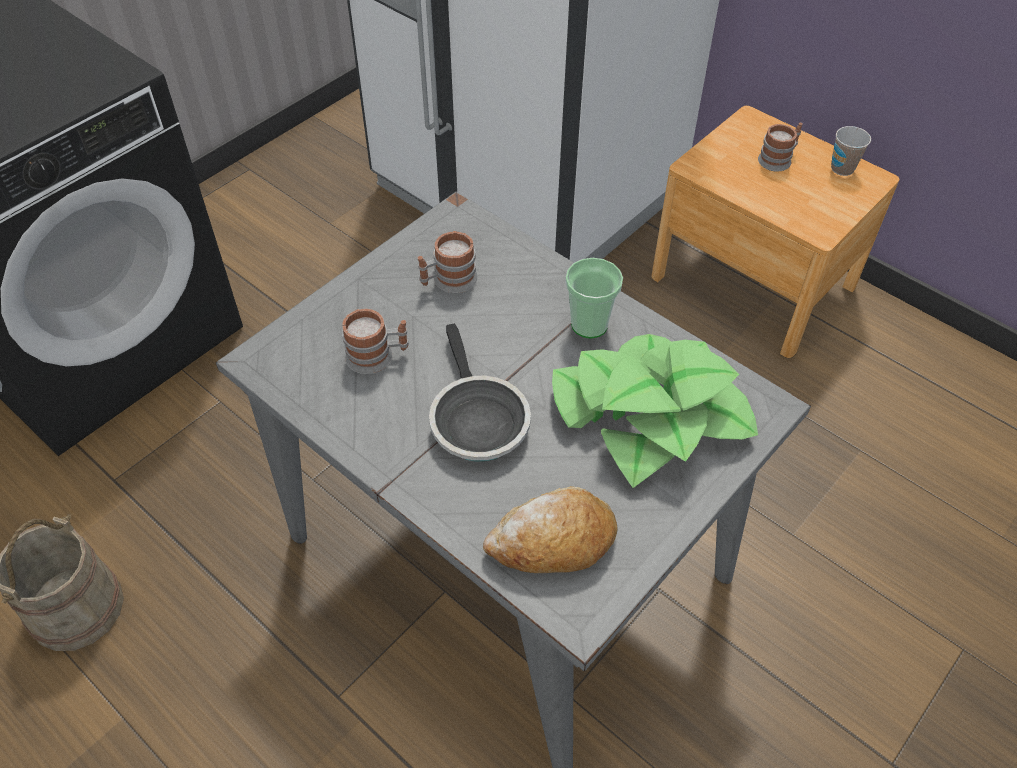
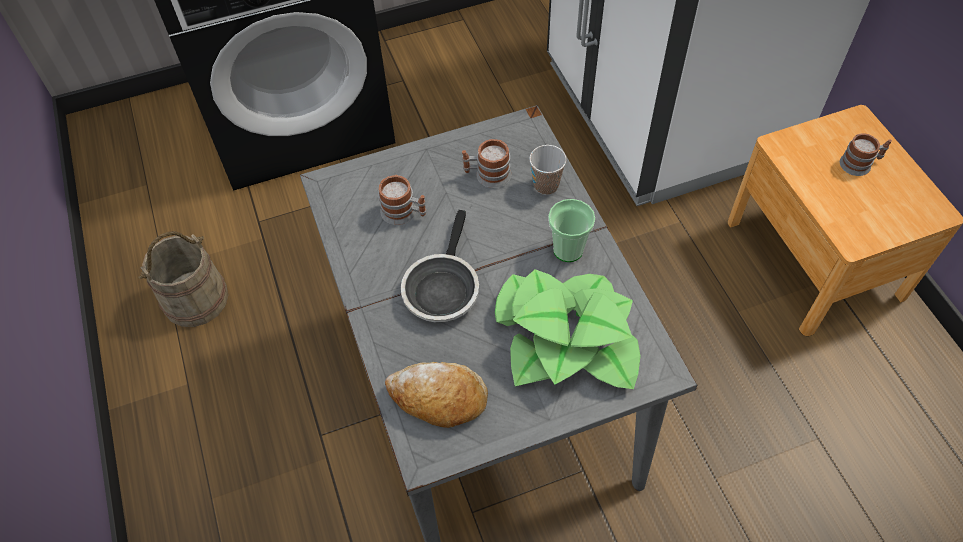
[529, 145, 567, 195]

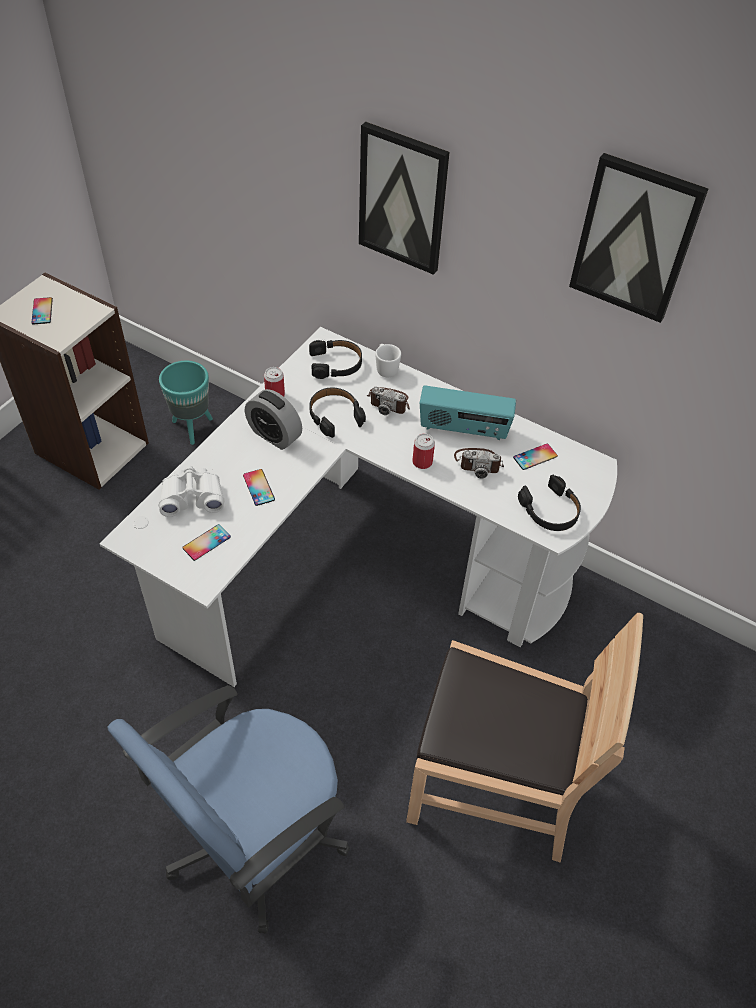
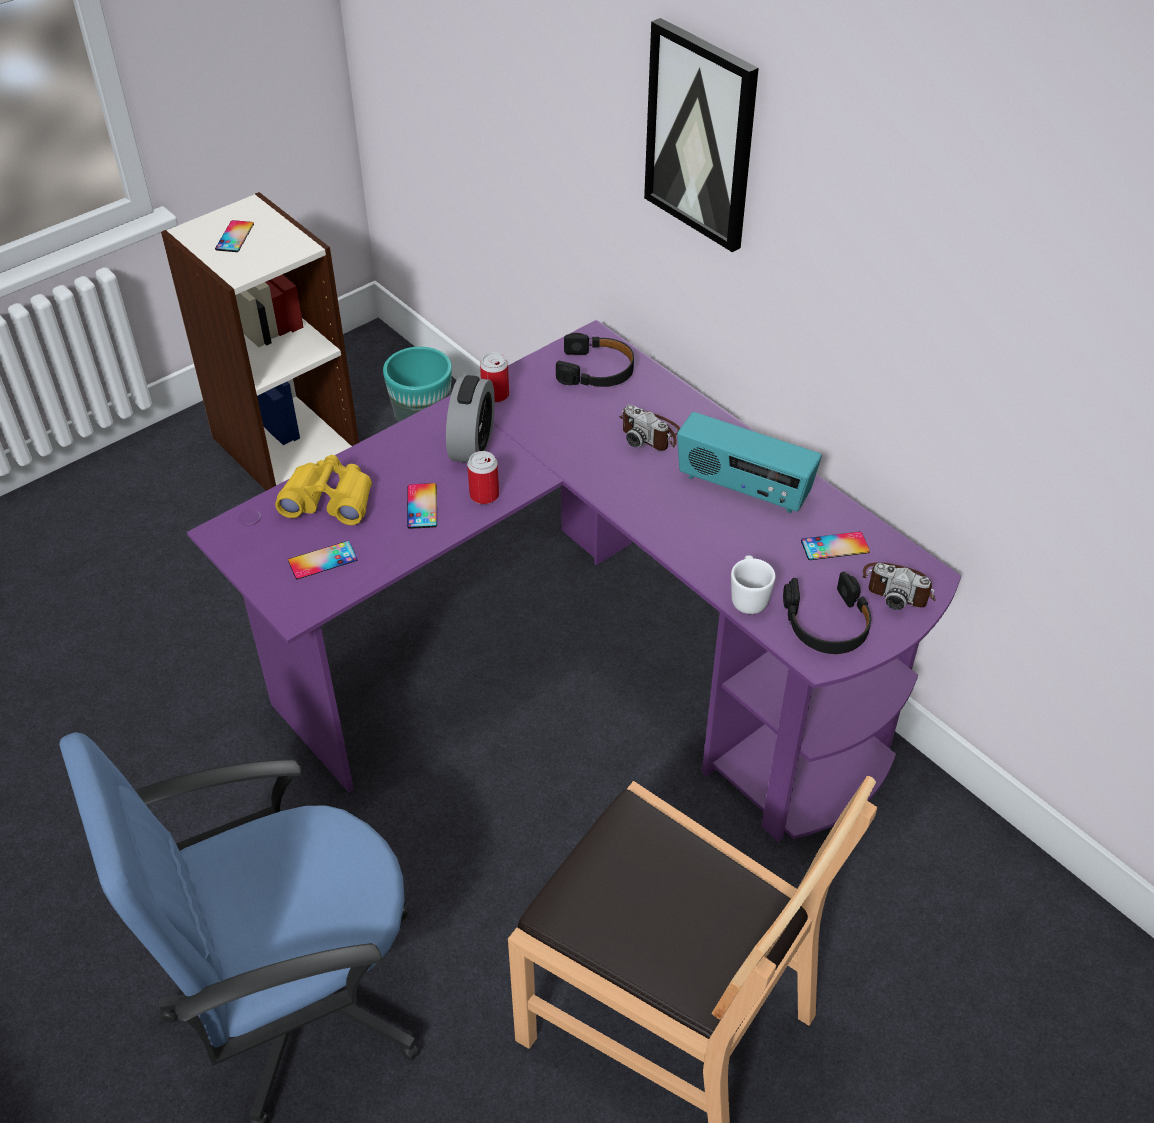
[187, 320, 961, 842]
[275, 455, 372, 525]
[446, 375, 495, 463]
[309, 388, 366, 438] (first image)
[731, 555, 776, 614]
[467, 451, 499, 504]
[862, 562, 935, 610]
[569, 153, 708, 323] (first image)

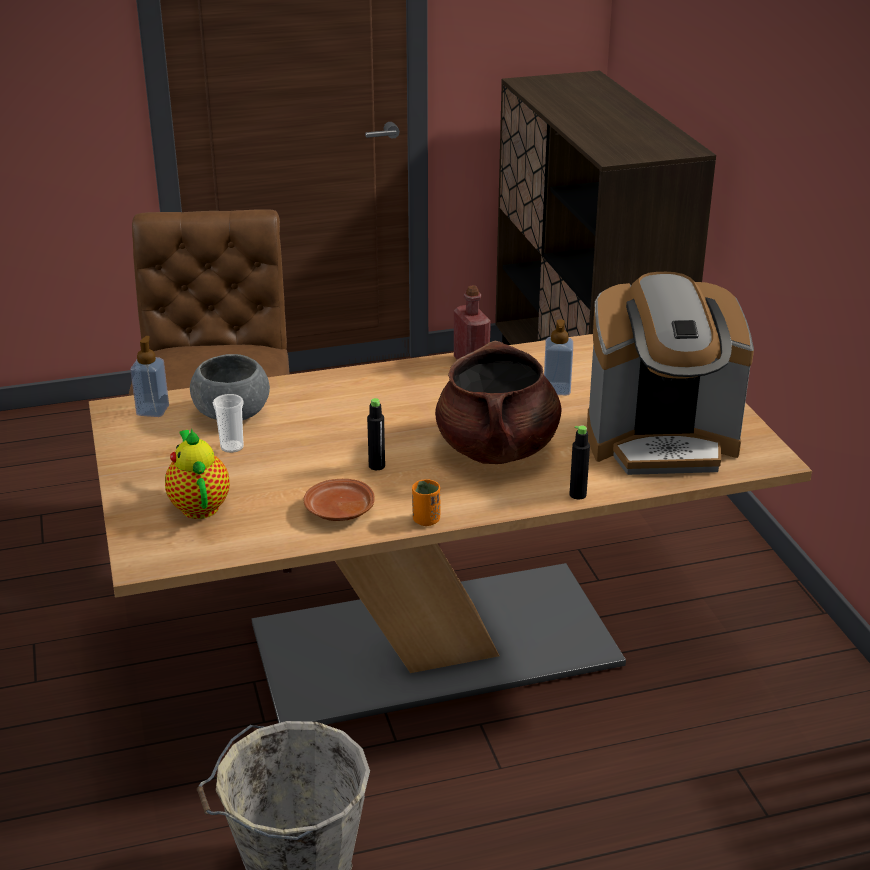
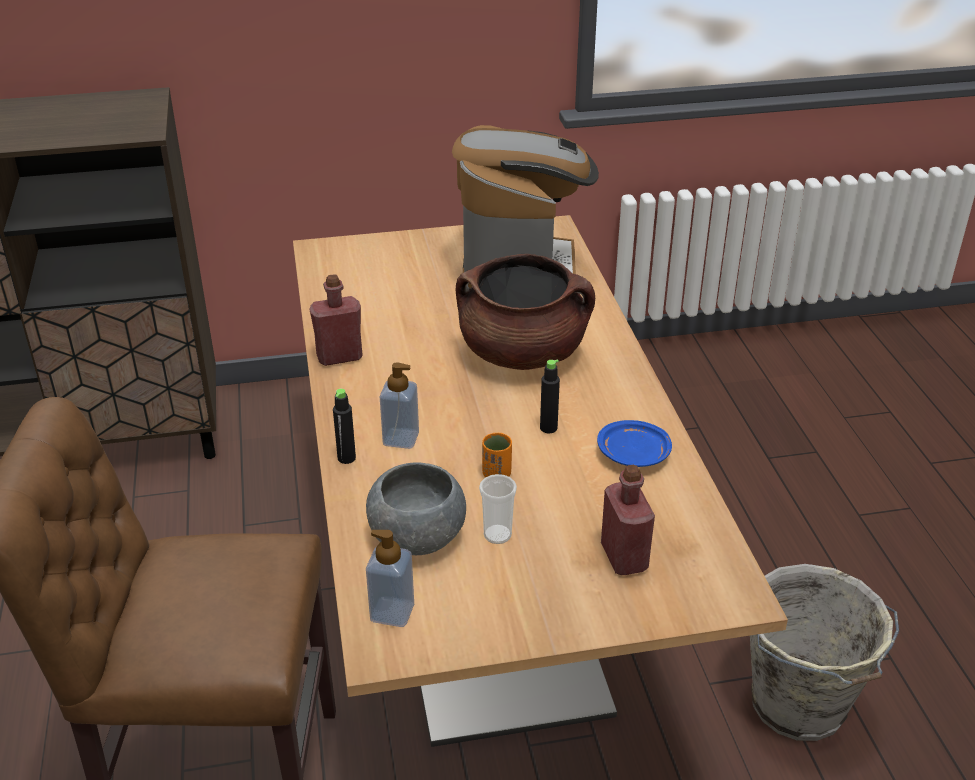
[601, 465, 655, 575]
[597, 420, 672, 467]
[482, 433, 512, 477]
[380, 362, 419, 449]
[333, 389, 356, 464]

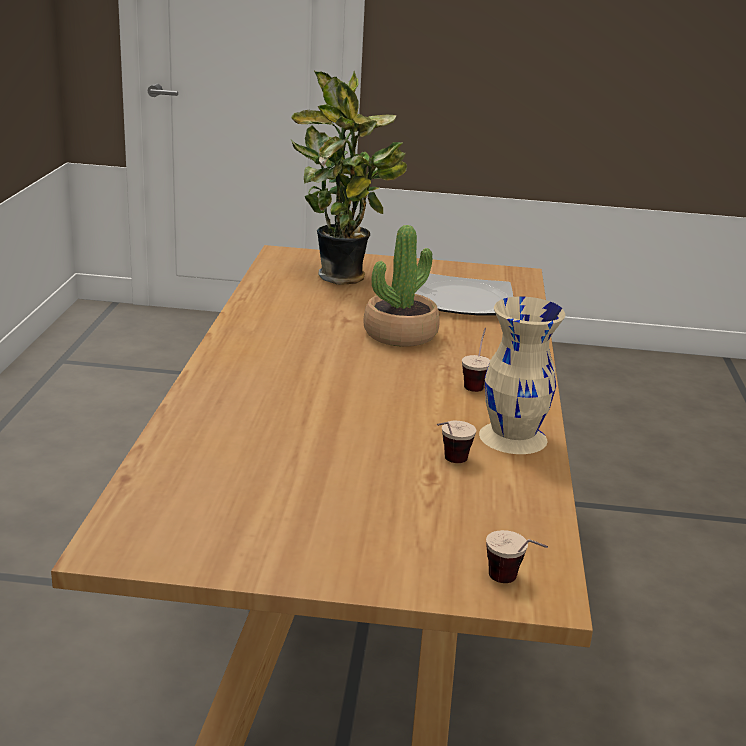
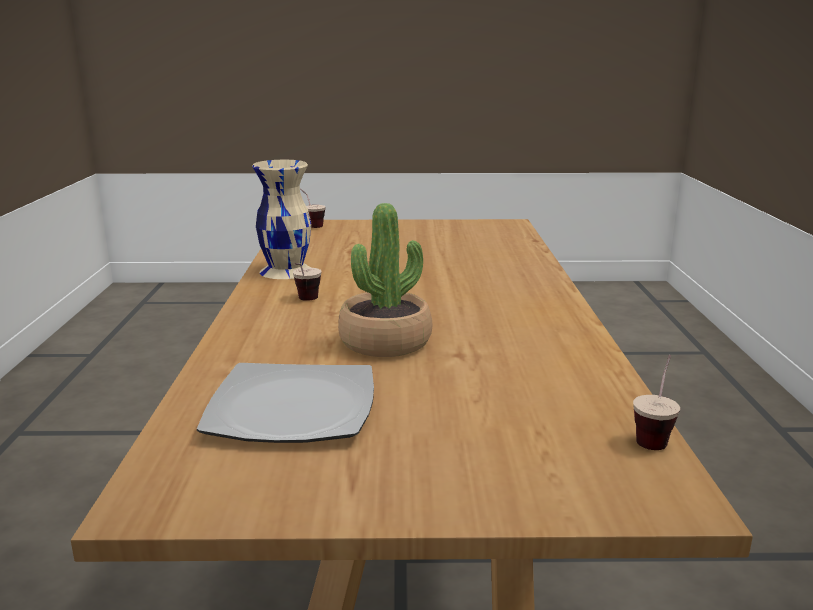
[291, 70, 407, 285] (first image)
[633, 355, 680, 450]

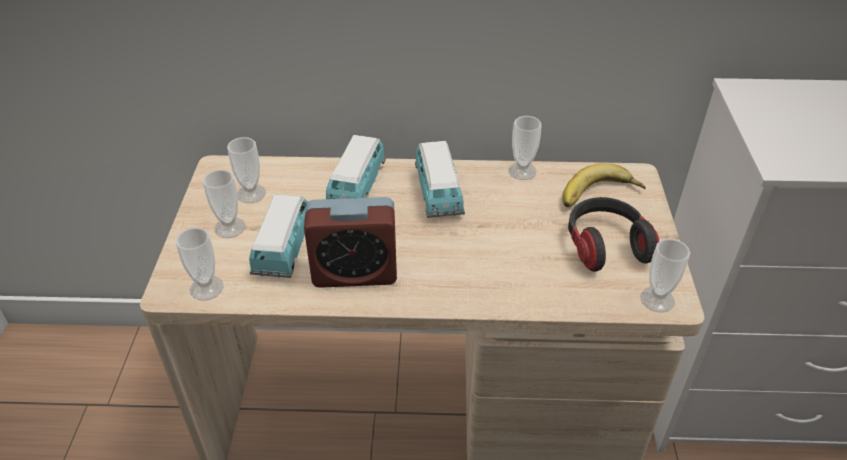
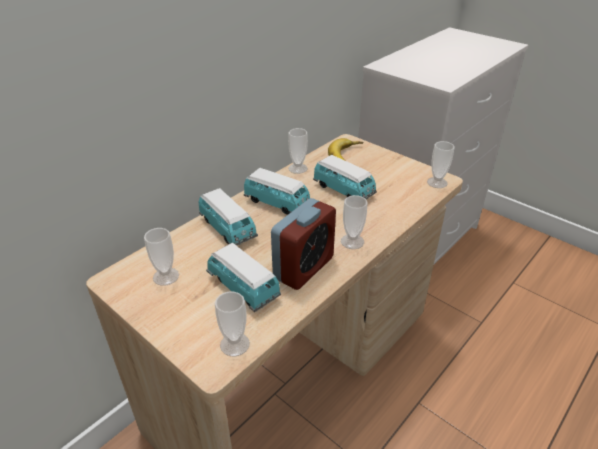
[341, 195, 367, 249]
[568, 197, 659, 272] (first image)
[313, 155, 377, 199]

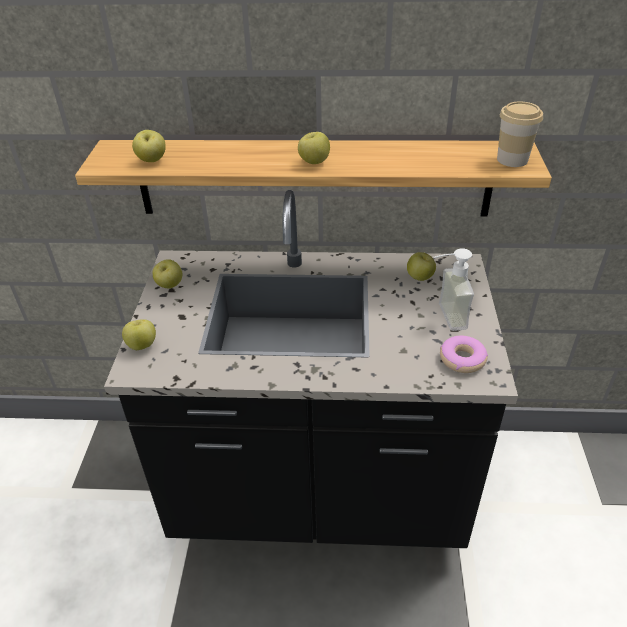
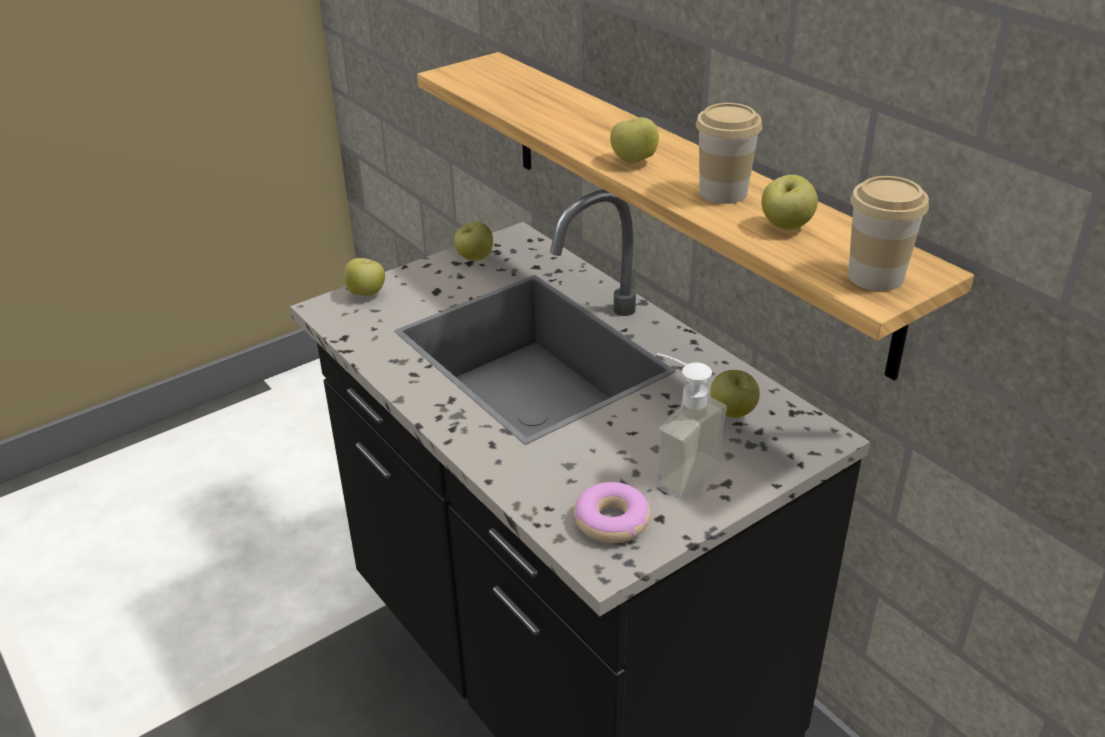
[762, 175, 818, 230]
[696, 103, 762, 204]

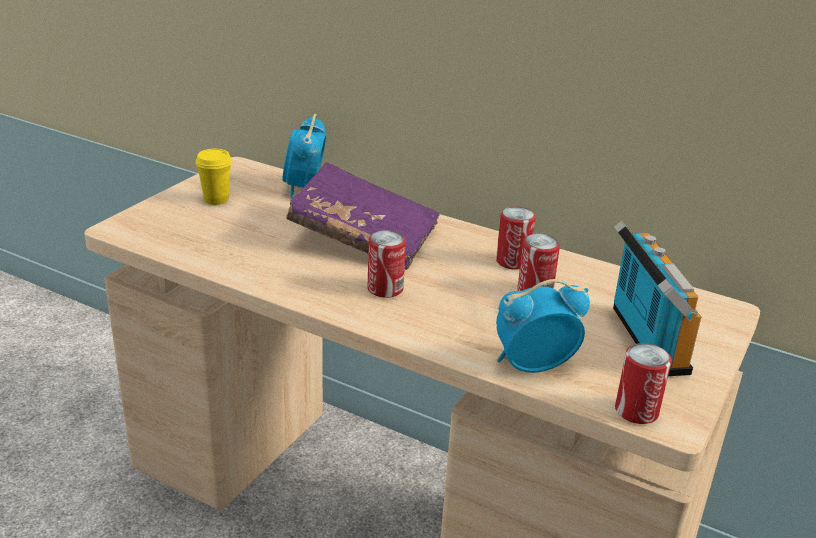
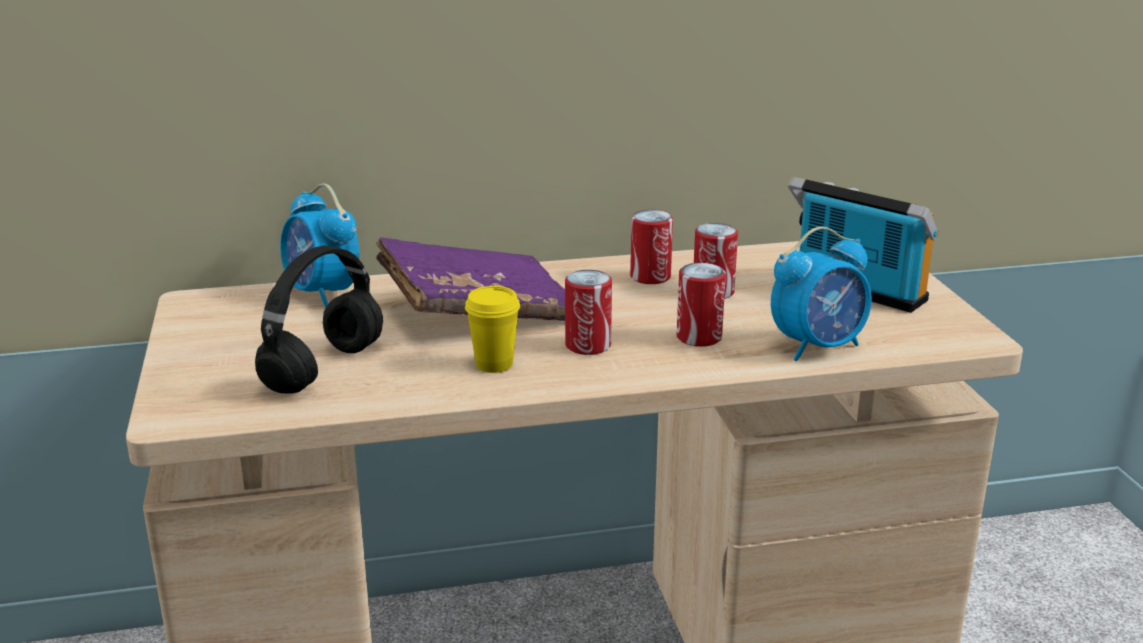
[465, 286, 520, 373]
[771, 227, 872, 361]
[677, 263, 726, 347]
[255, 246, 383, 394]

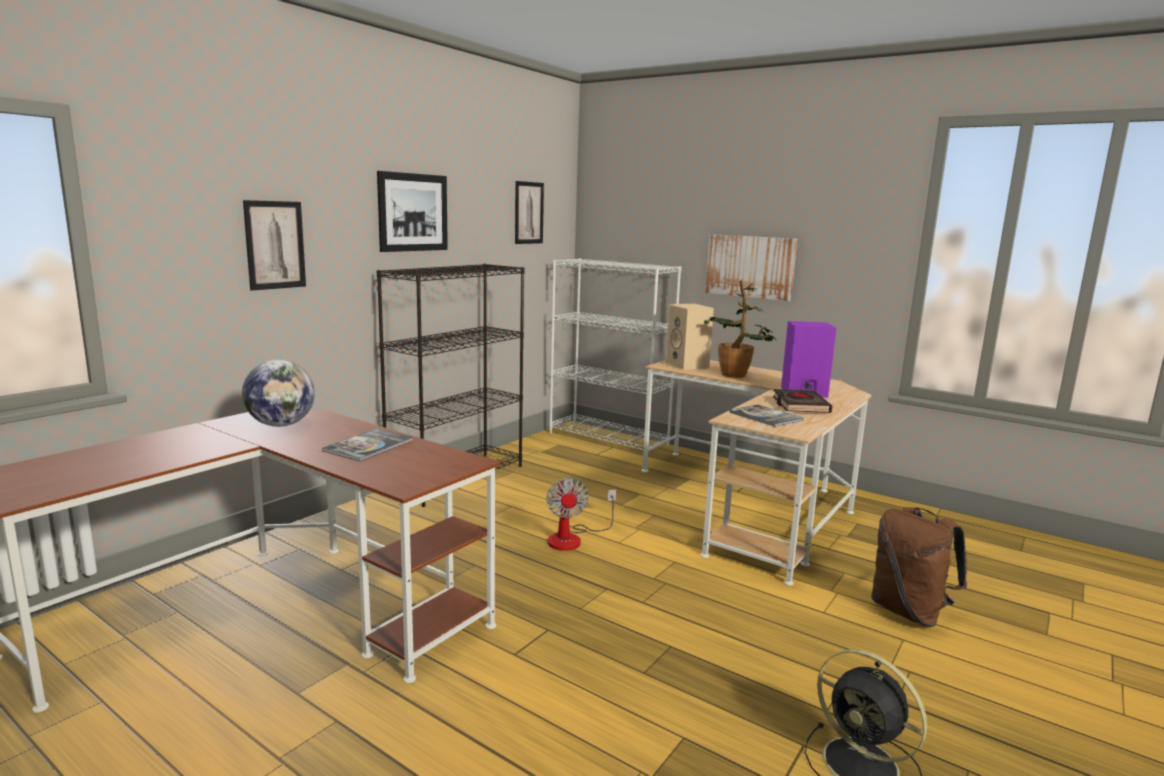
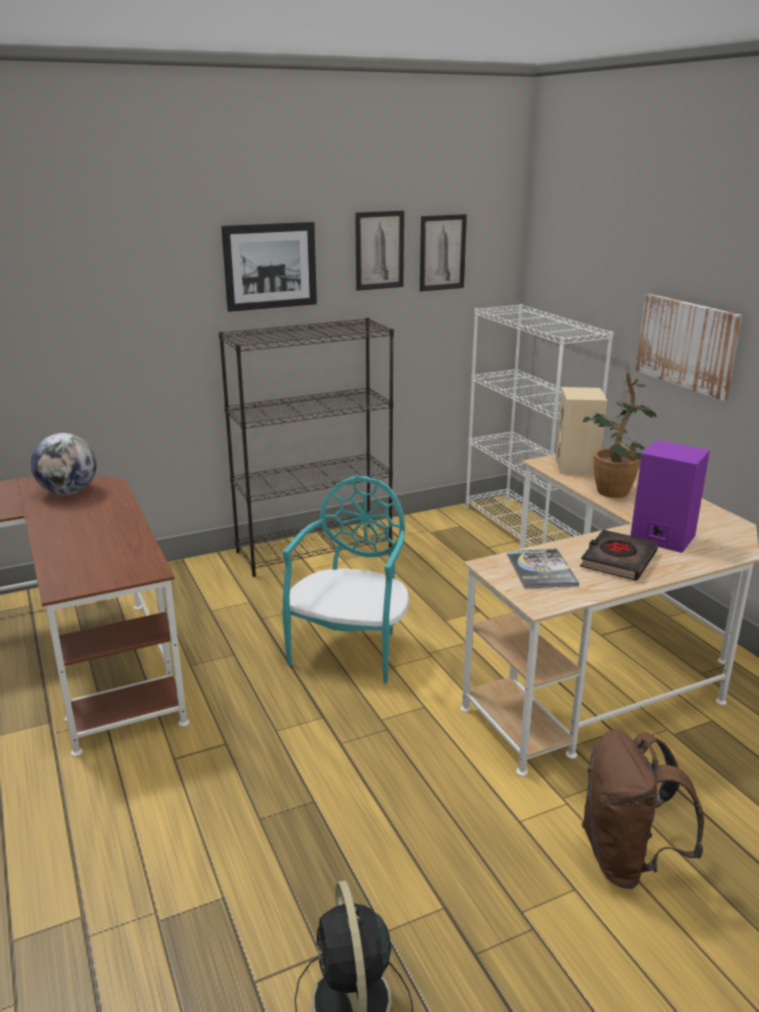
[355, 211, 404, 291]
[322, 429, 413, 462] (first image)
[282, 476, 409, 684]

